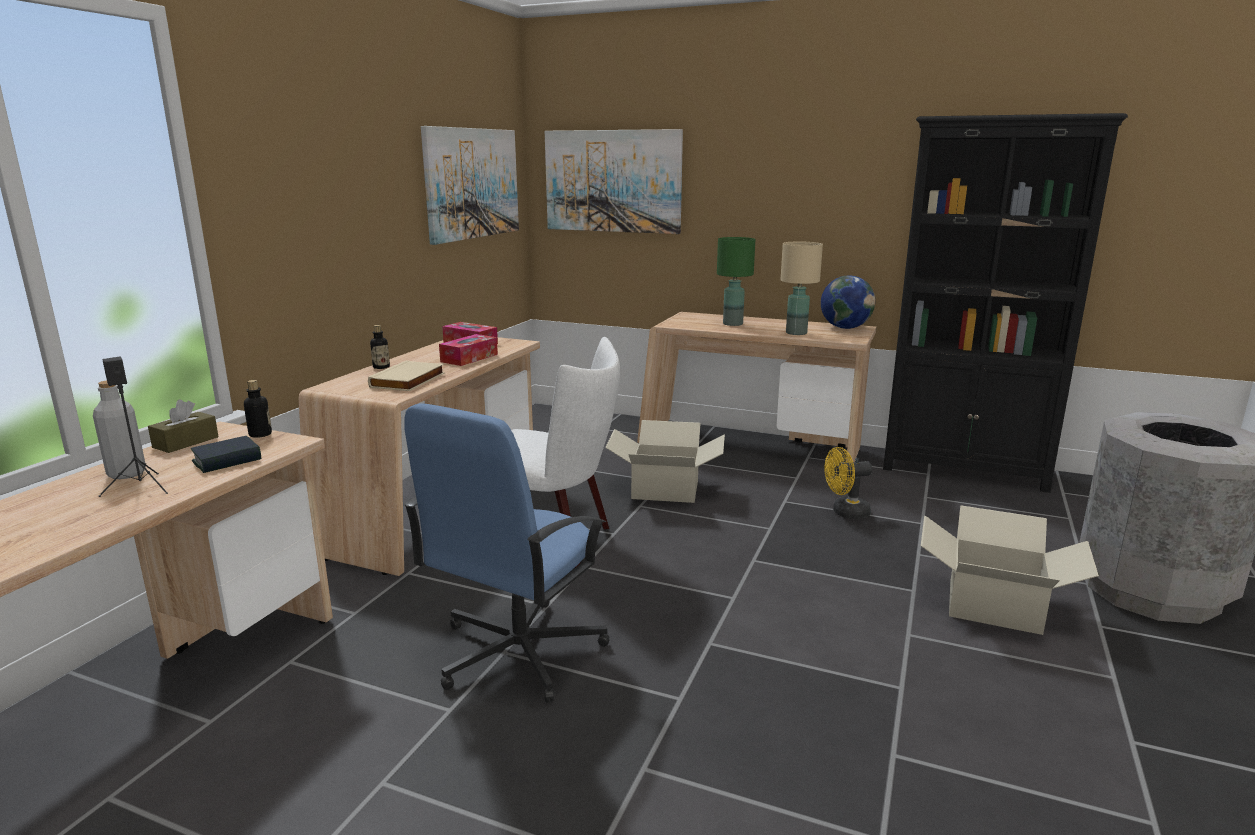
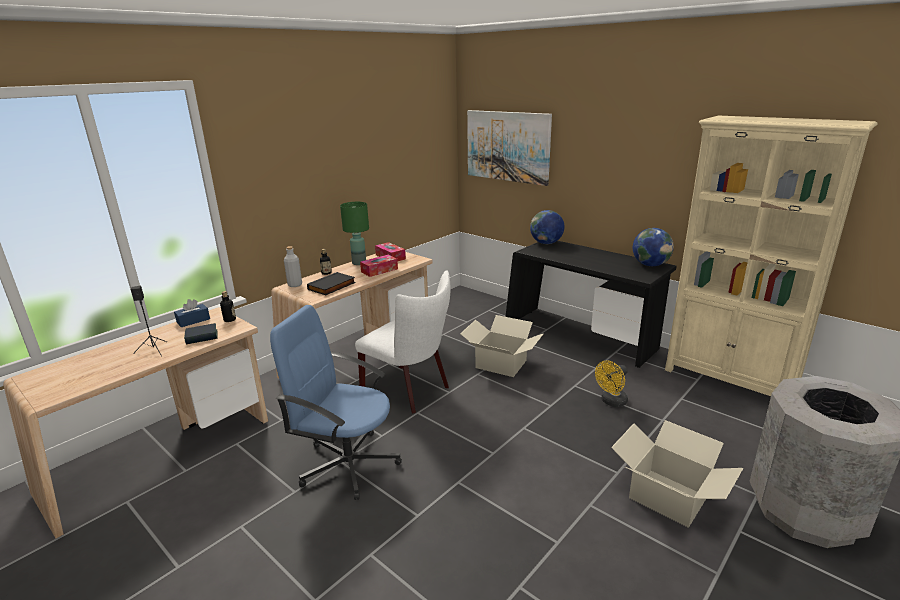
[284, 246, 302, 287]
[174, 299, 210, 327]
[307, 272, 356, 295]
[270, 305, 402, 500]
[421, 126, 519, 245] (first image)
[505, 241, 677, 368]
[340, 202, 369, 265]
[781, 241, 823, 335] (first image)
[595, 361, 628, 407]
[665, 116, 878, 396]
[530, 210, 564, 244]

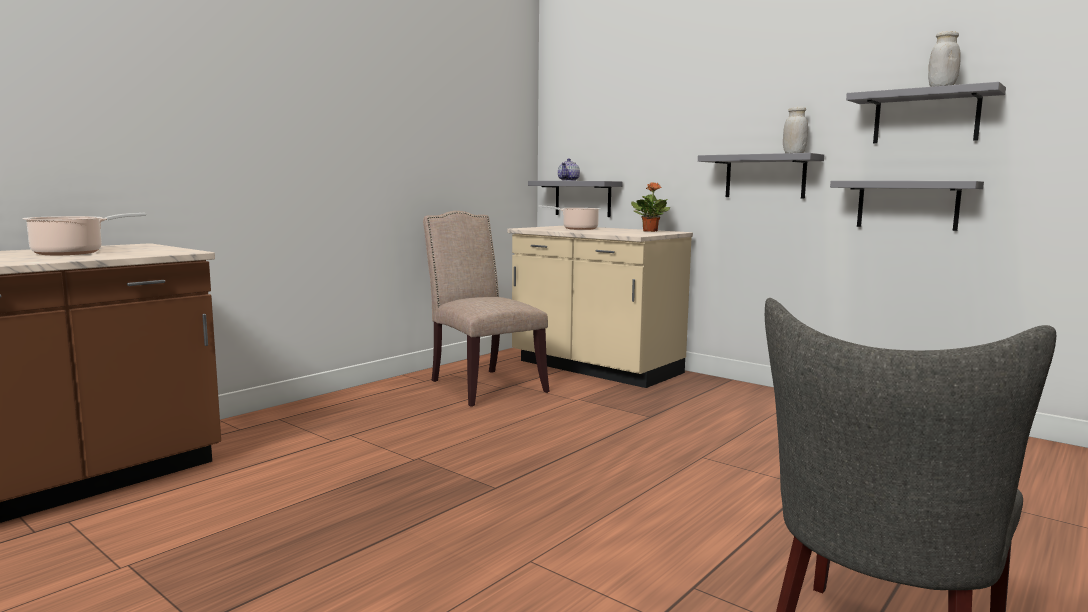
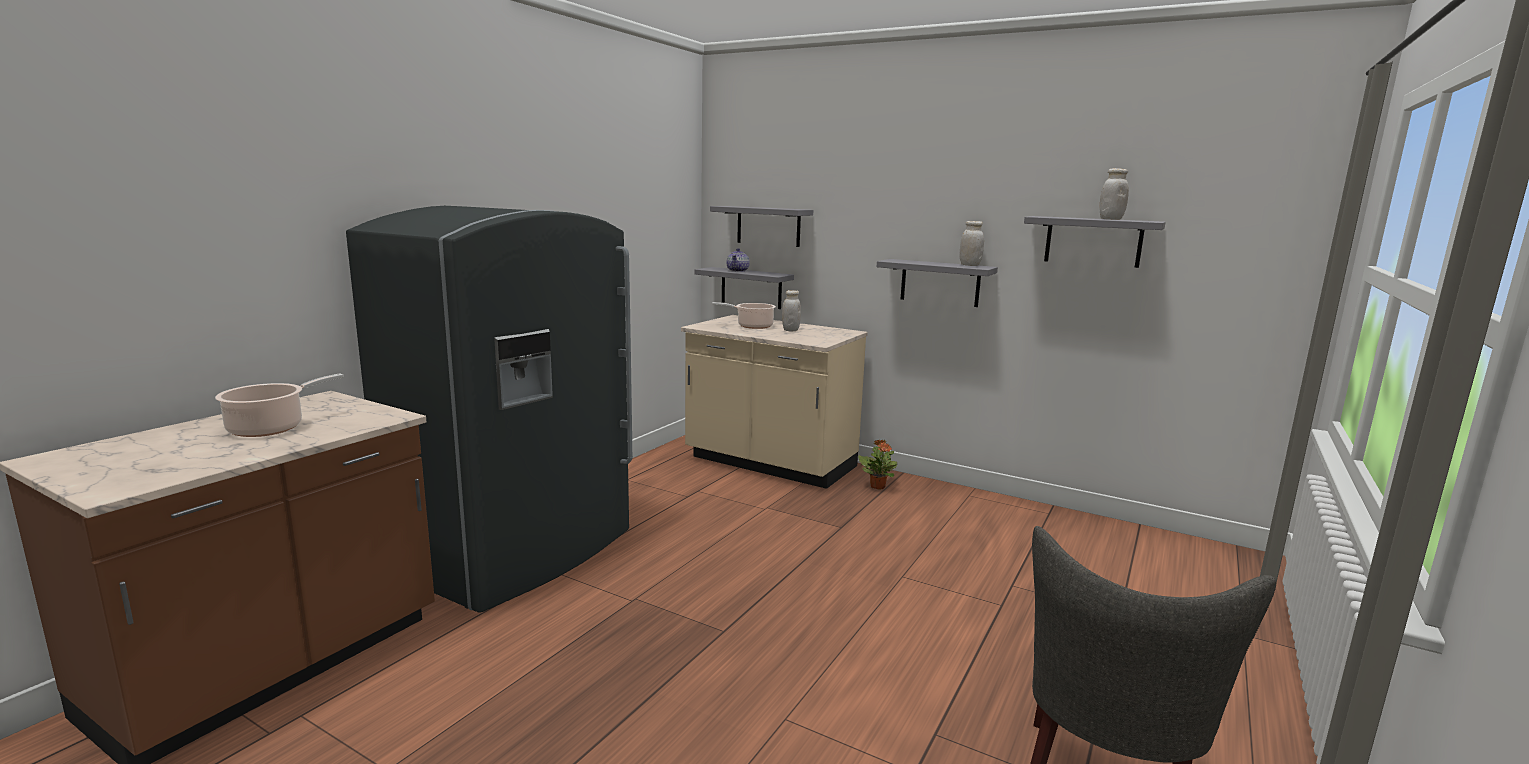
[423, 211, 550, 407] (first image)
[858, 439, 898, 490]
[710, 206, 813, 247]
[346, 206, 633, 613]
[782, 290, 801, 331]

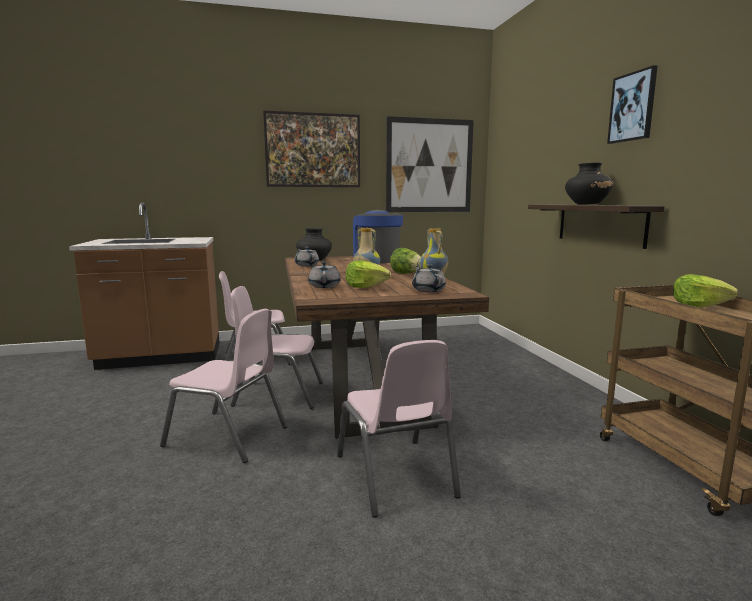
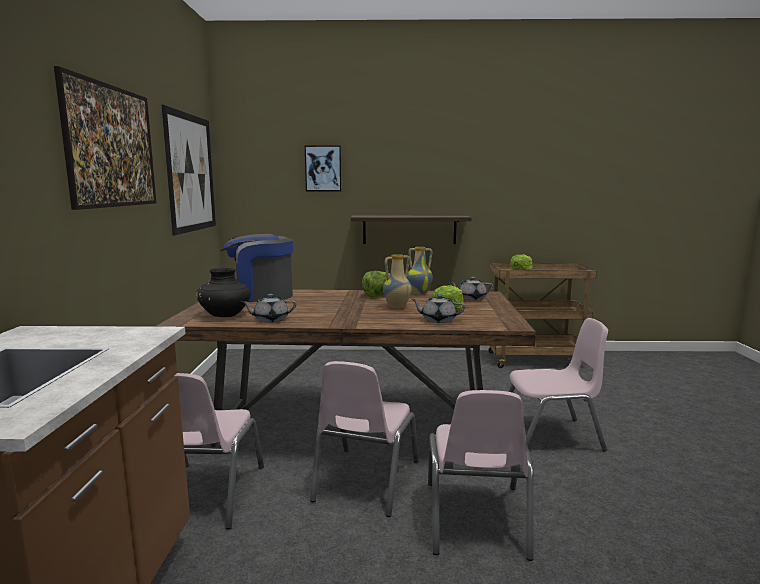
[428, 390, 534, 561]
[565, 163, 613, 205] (first image)
[305, 145, 341, 191]

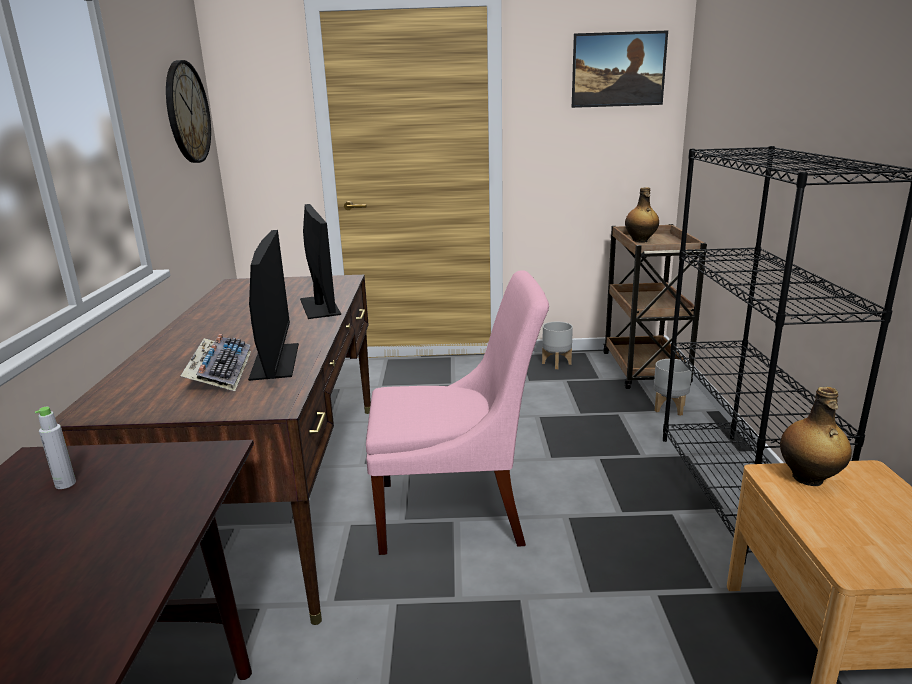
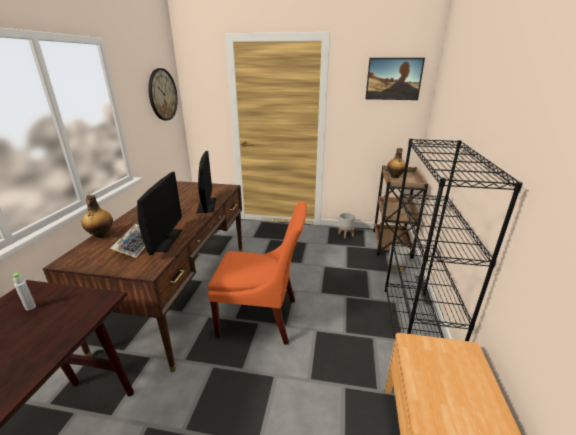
[208, 201, 307, 345]
[82, 195, 113, 238]

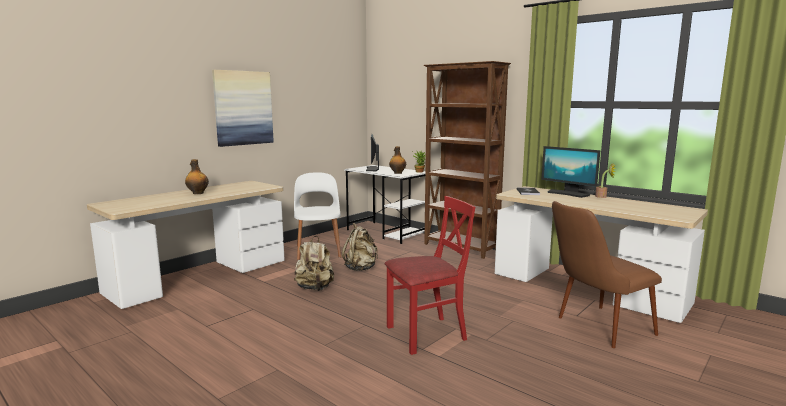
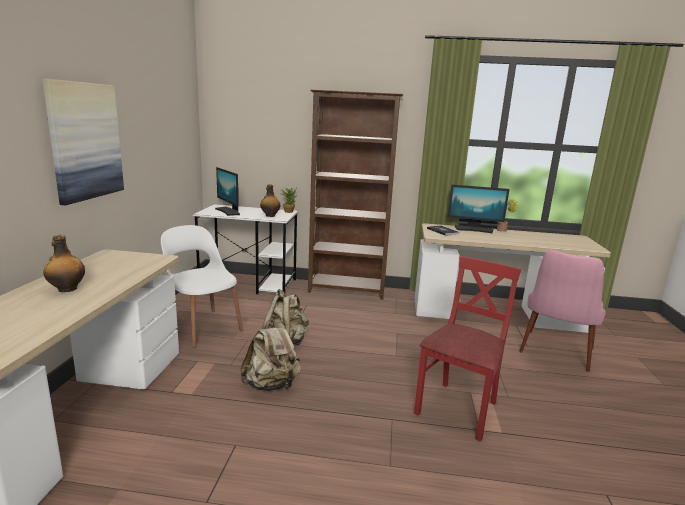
[519, 250, 606, 372]

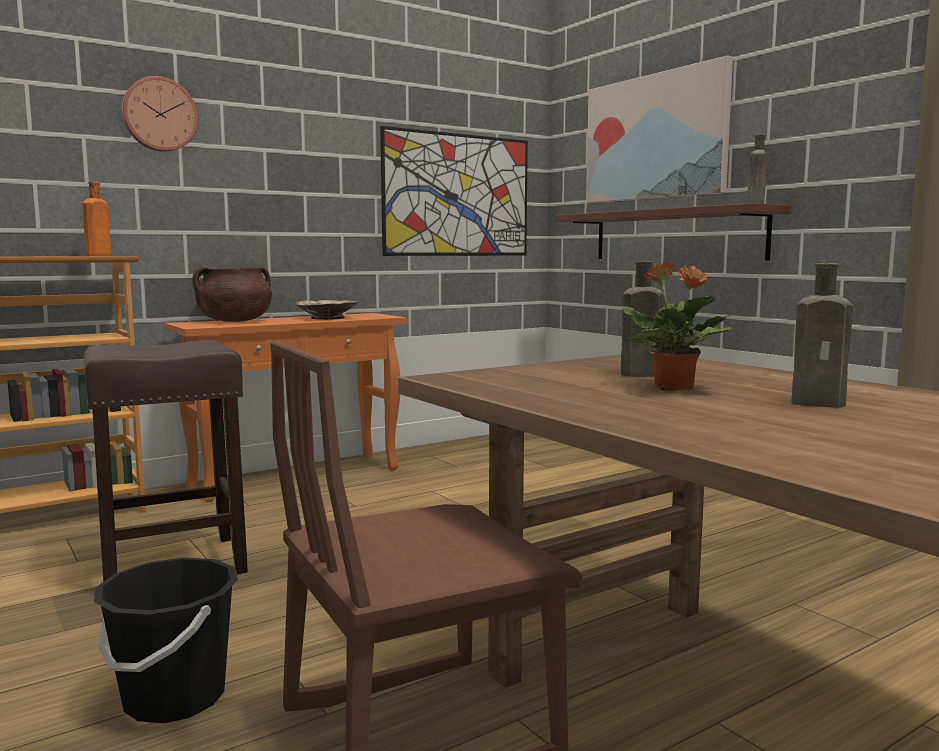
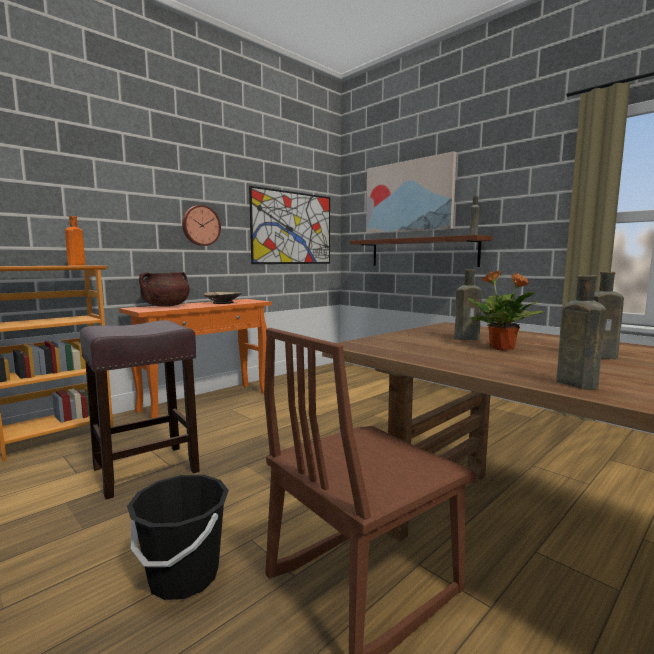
[182, 205, 221, 246]
[557, 275, 606, 390]

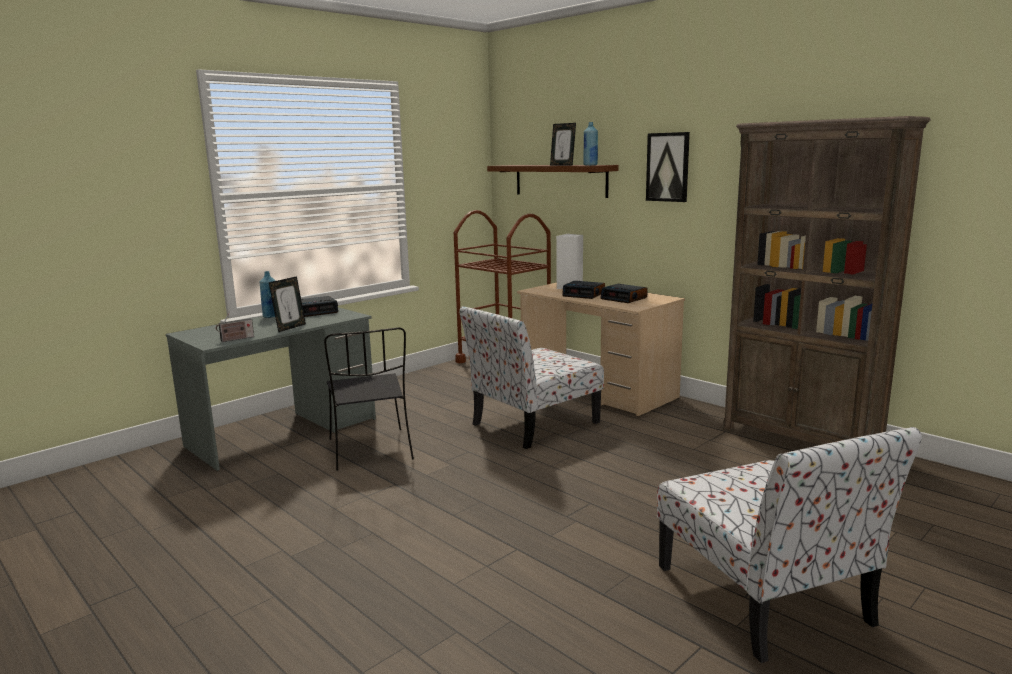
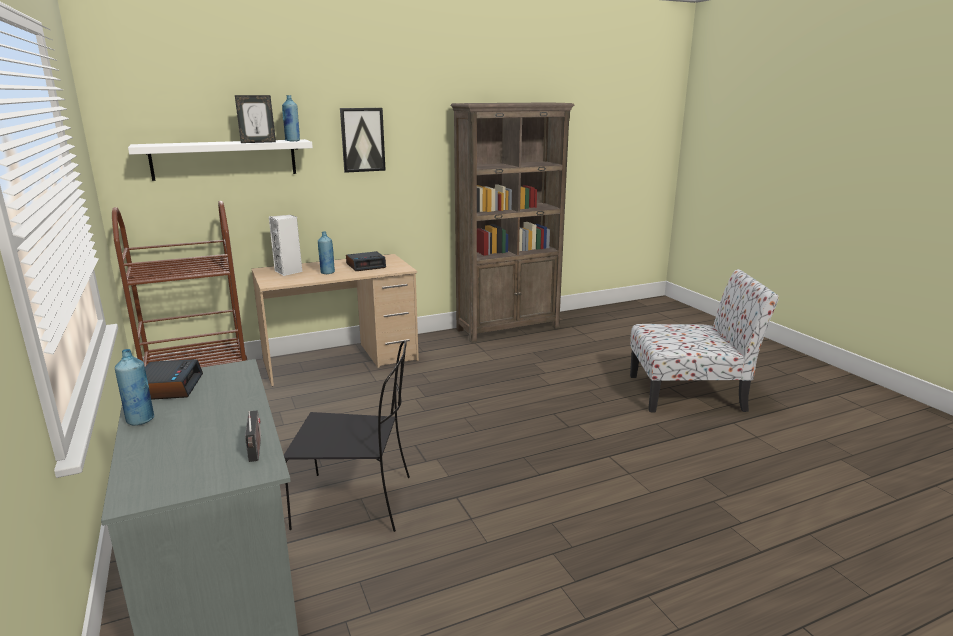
[269, 276, 306, 332] (first image)
[459, 306, 604, 449] (first image)
[128, 139, 313, 181]
[318, 231, 335, 274]

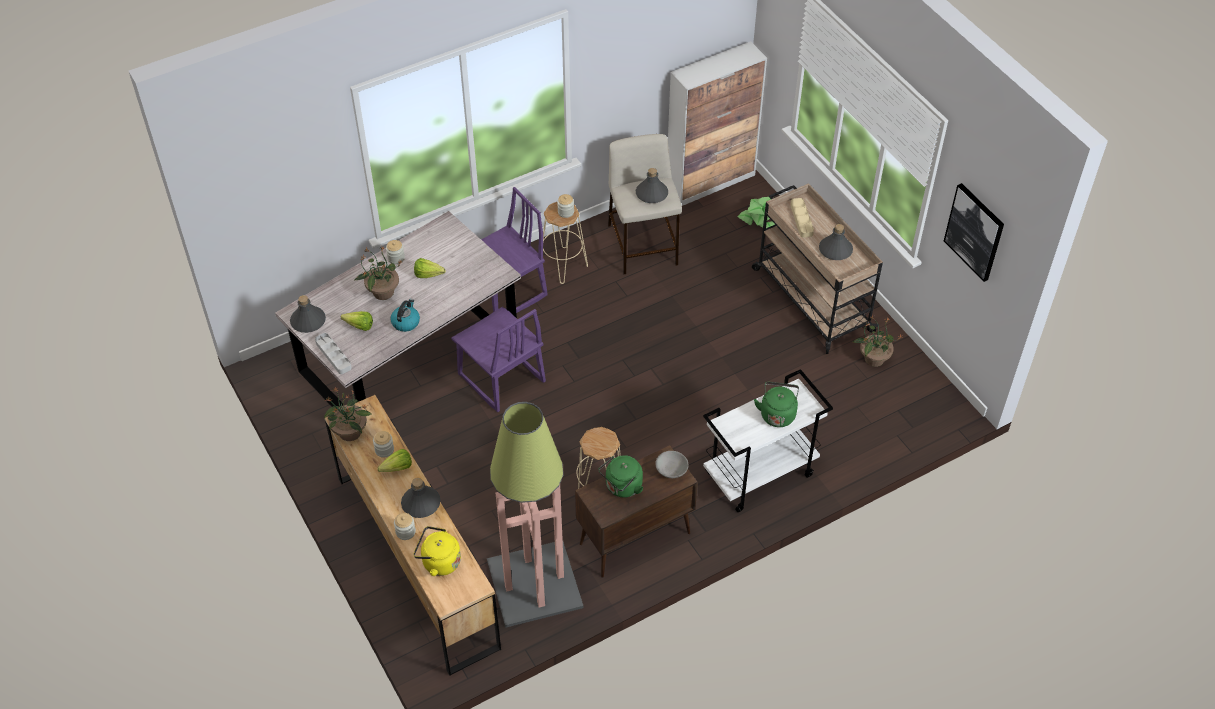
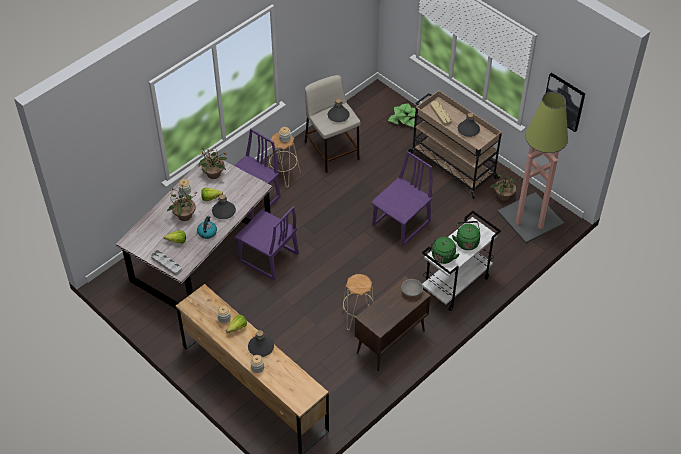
[212, 194, 236, 219]
[199, 146, 228, 179]
[413, 526, 461, 576] (first image)
[498, 92, 568, 244]
[429, 237, 460, 264]
[668, 41, 767, 206] (first image)
[371, 151, 433, 246]

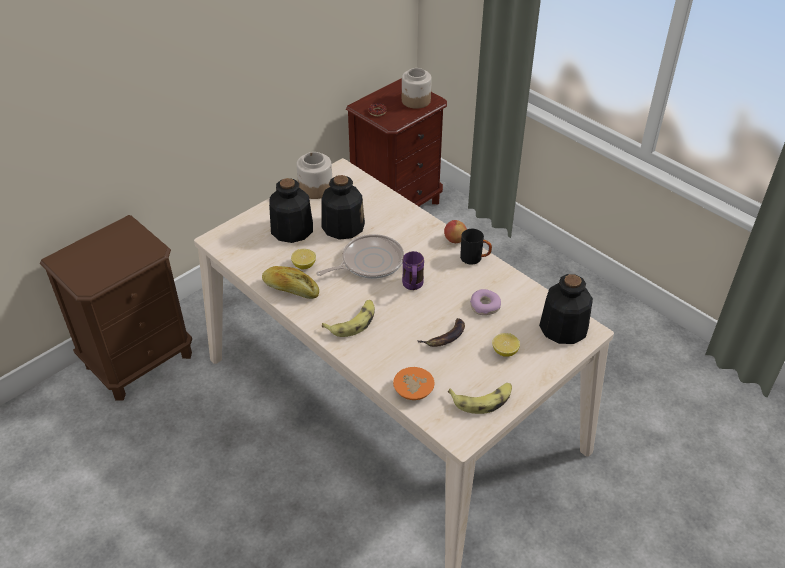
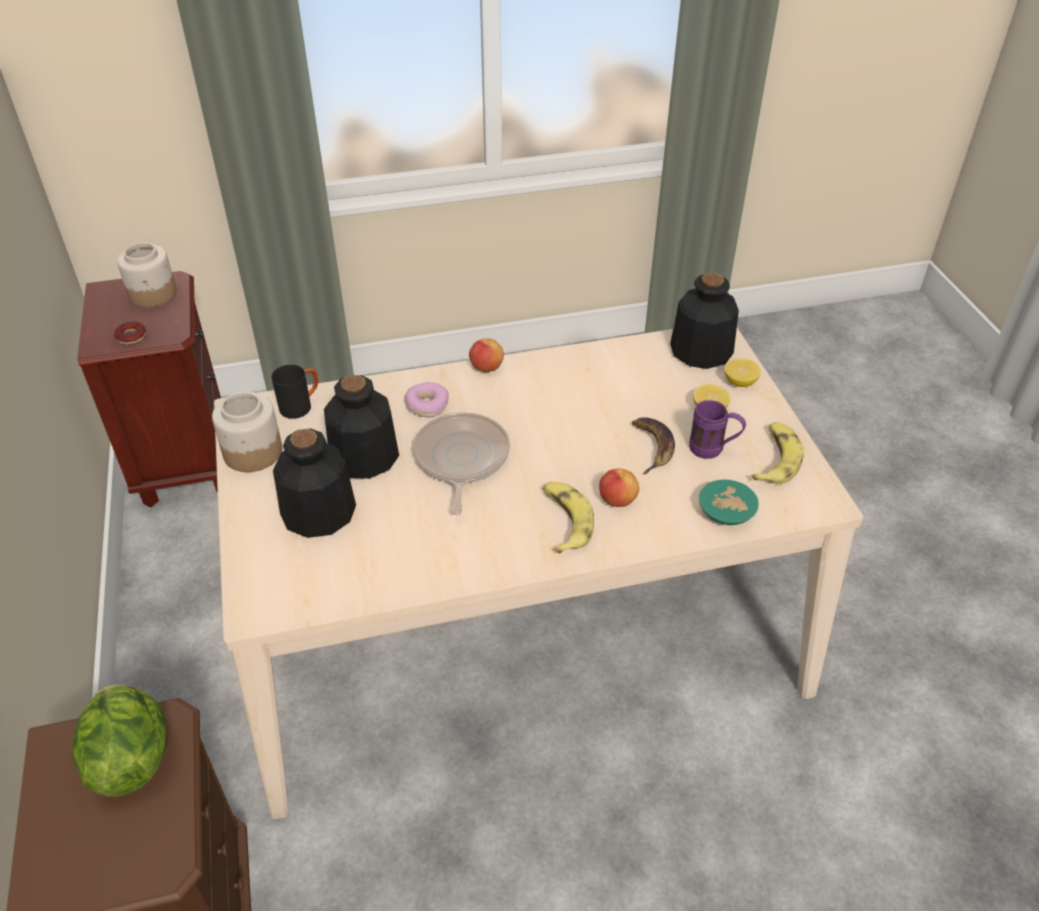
[262, 266, 319, 299] (first image)
[724, 358, 761, 387]
[699, 480, 759, 525]
[689, 400, 746, 459]
[271, 365, 318, 419]
[405, 382, 449, 417]
[71, 684, 166, 797]
[599, 469, 639, 507]

